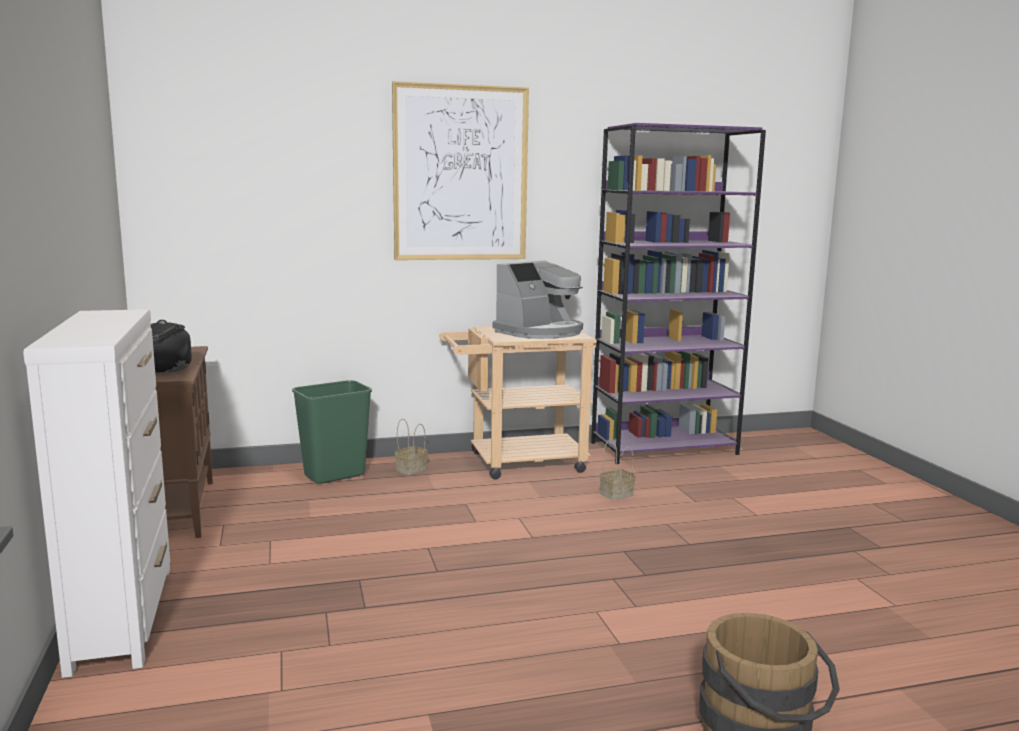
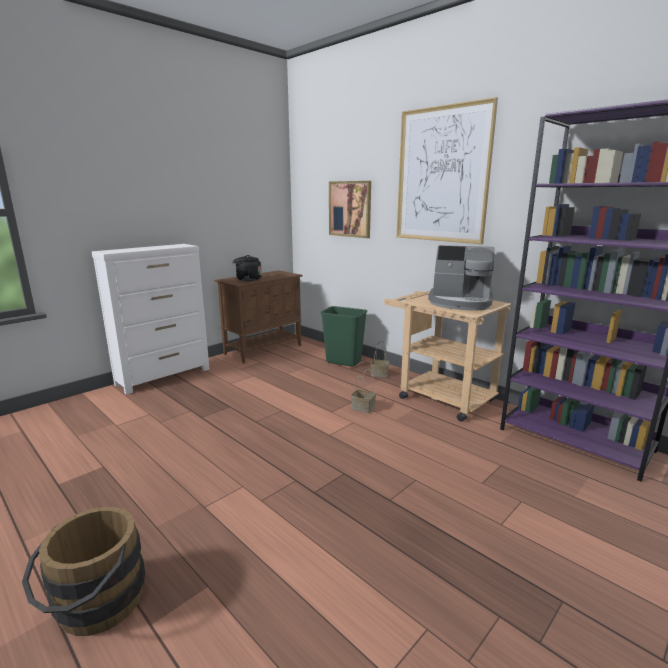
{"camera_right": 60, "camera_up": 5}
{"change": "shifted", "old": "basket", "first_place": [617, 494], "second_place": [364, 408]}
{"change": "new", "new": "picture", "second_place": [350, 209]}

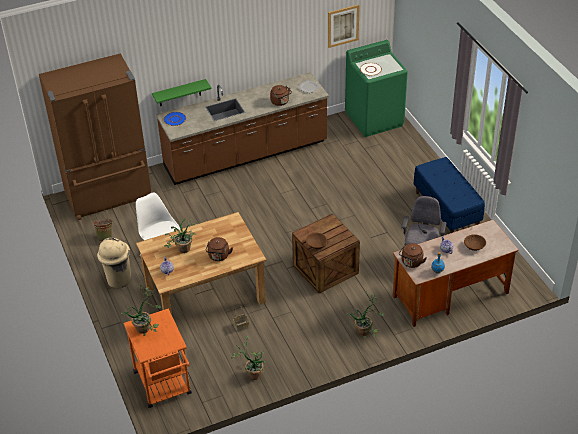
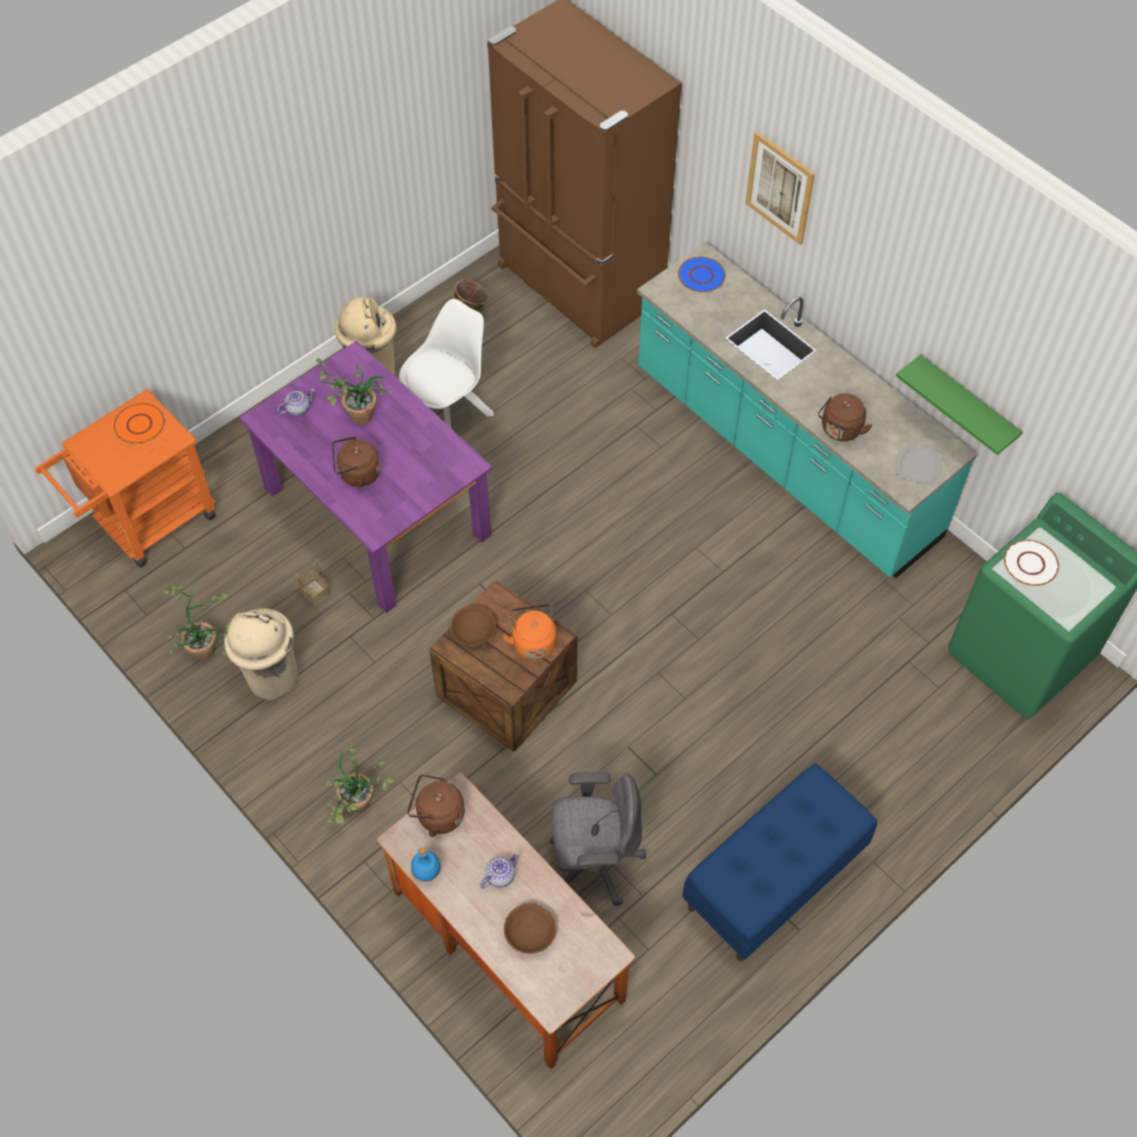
{"camera_right": 70, "camera_up": 15}
{"change": "shifted", "old": "picture", "first_place": [343, 26], "second_place": [780, 188]}
{"change": "repainted", "old": "brown counter", "new": "turquoise counter", "first_place": [246, 155], "second_place": [784, 455]}
{"change": "shifted", "old": "green shelf", "first_place": [179, 93], "second_place": [966, 405]}
{"change": "repainted", "old": "brown dining table", "new": "purple dining table", "first_place": [204, 295], "second_place": [375, 511]}
{"change": "swapped", "old": "potted plant", "new": "orange plate", "first_place": [146, 328], "second_place": [139, 425]}
{"change": "new", "new": "orange kettle", "second_place": [533, 641]}
{"change": "new", "new": "beige trash can", "second_place": [272, 678]}

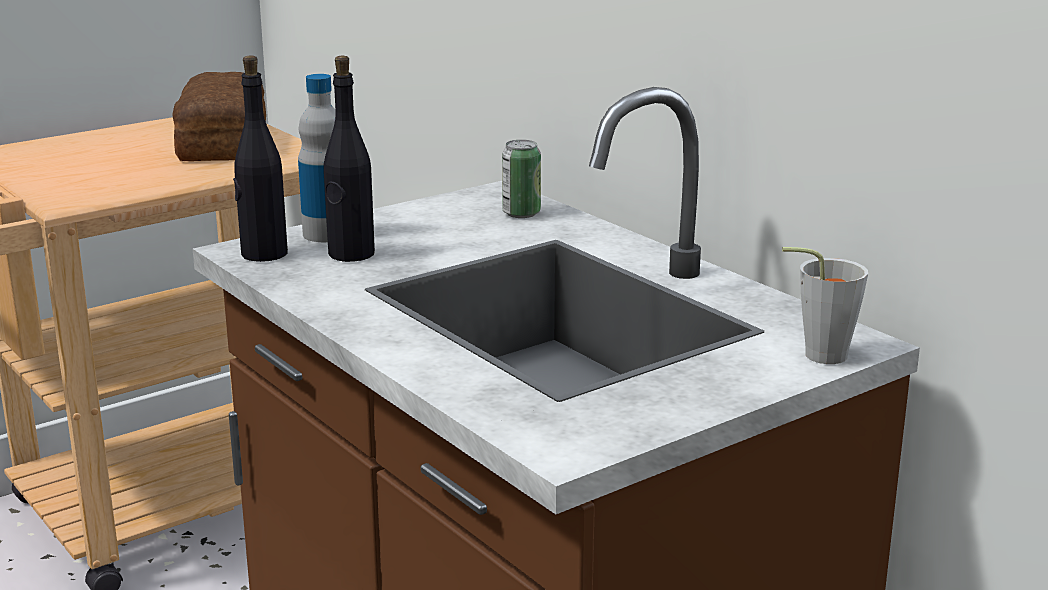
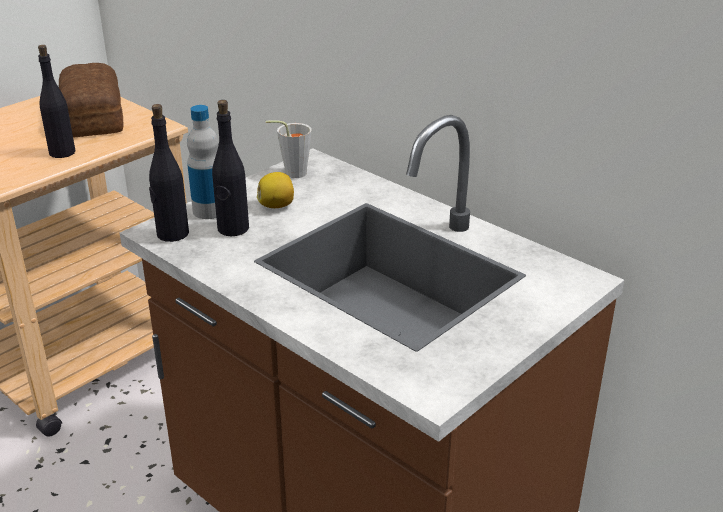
{"camera_right": -10, "camera_up": 10}
{"change": "gone", "old": "can", "first_place": [521, 213]}
{"change": "shifted", "old": "grey cup", "first_place": [815, 355], "second_place": [290, 173]}
{"change": "new", "new": "black bottle", "second_place": [62, 152]}
{"change": "new", "new": "lemon", "second_place": [277, 205]}

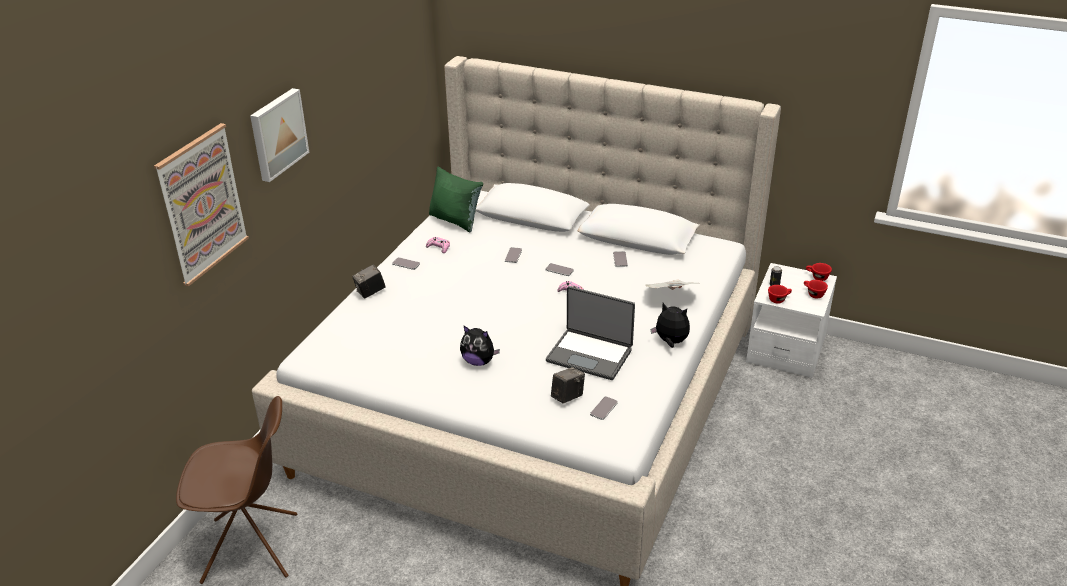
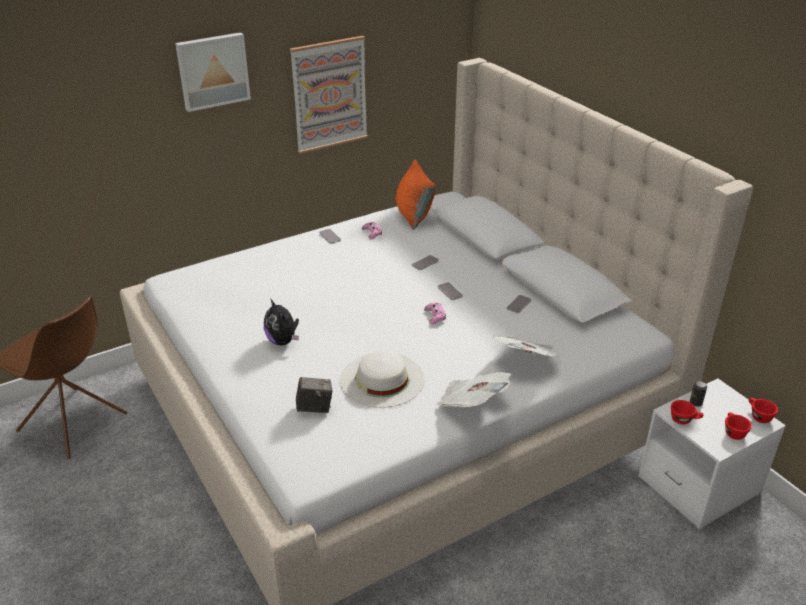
{"camera_right": 35, "camera_up": 0}
{"change": "shifted", "old": "picture", "first_place": [202, 204], "second_place": [329, 94]}
{"change": "repainted", "old": "green pillow", "new": "orange pillow", "first_place": [455, 220], "second_place": [413, 216]}
{"change": "gone", "old": "photo camera", "first_place": [370, 292]}
{"change": "swapped", "old": "laptop", "new": "white hat", "first_place": [590, 354], "second_place": [382, 379]}
{"change": "swapped", "old": "plush toy", "new": "newspaper", "first_place": [670, 342], "second_place": [472, 403]}
{"change": "gone", "old": "phone", "first_place": [604, 408]}

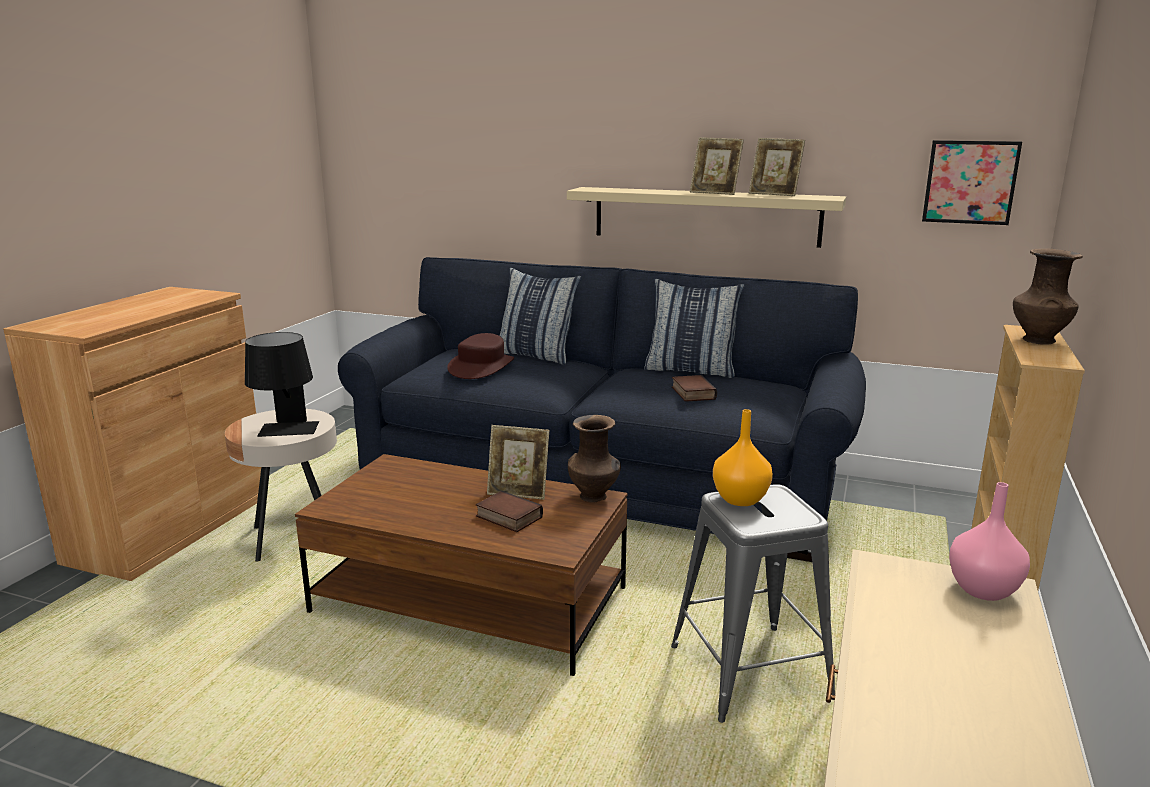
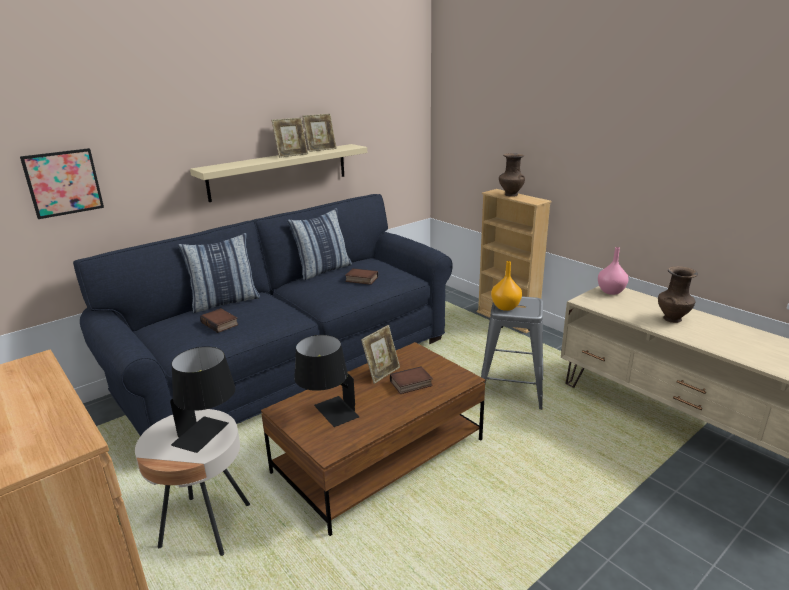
{"camera_right": -60, "camera_up": 5}
{"change": "shifted", "old": "picture", "first_place": [970, 182], "second_place": [63, 183]}
{"change": "swapped", "old": "brown hat", "new": "book", "first_place": [481, 367], "second_place": [221, 323]}
{"change": "shifted", "old": "brown vase", "first_place": [594, 497], "second_place": [672, 318]}
{"change": "new", "new": "black table lamp", "second_place": [327, 414]}

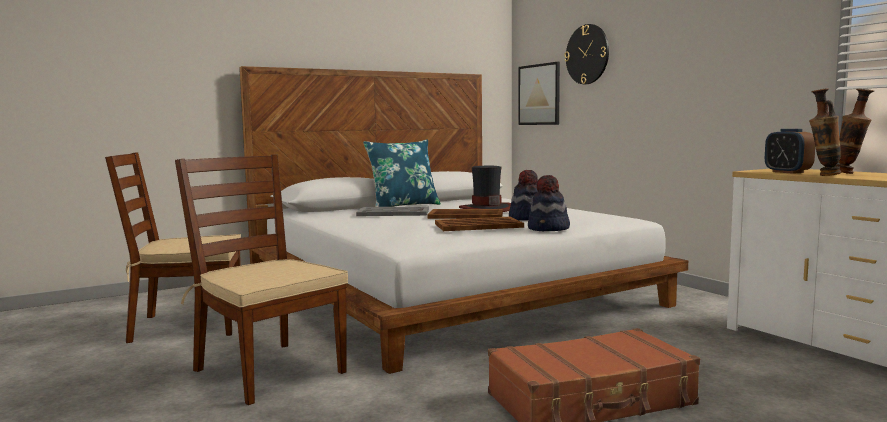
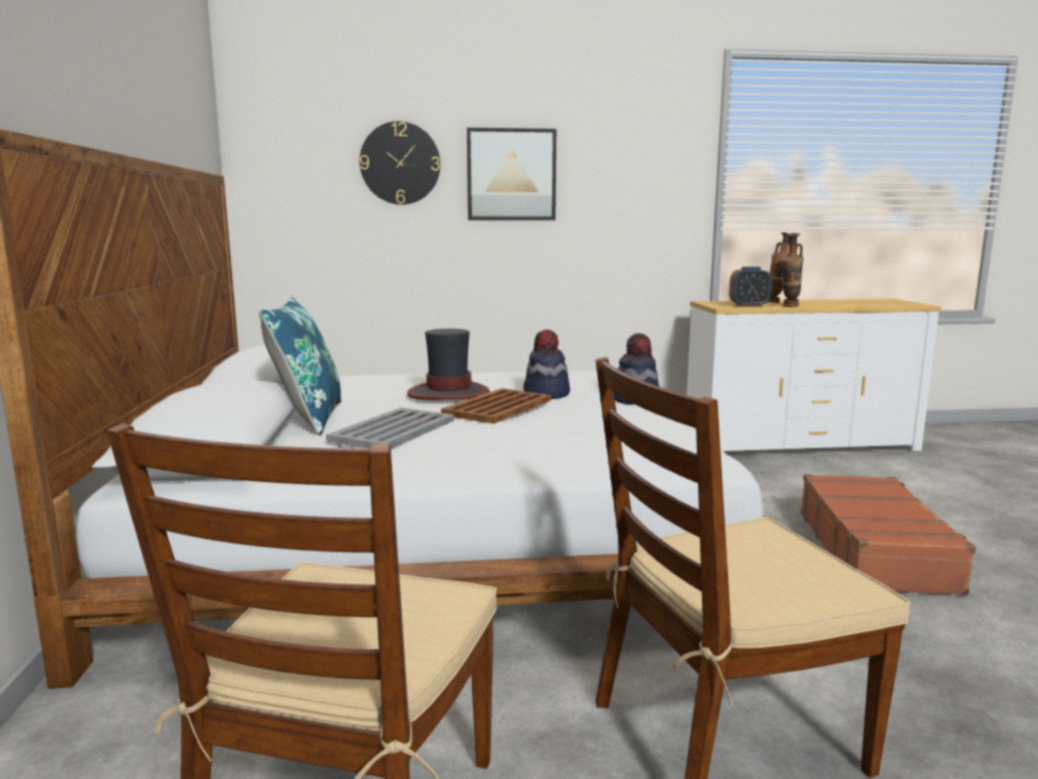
{"camera_right": -65, "camera_up": 5}
{"change": "shifted", "old": "picture", "first_place": [539, 94], "second_place": [511, 175]}
{"change": "gone", "old": "brown tray", "first_place": [479, 225]}

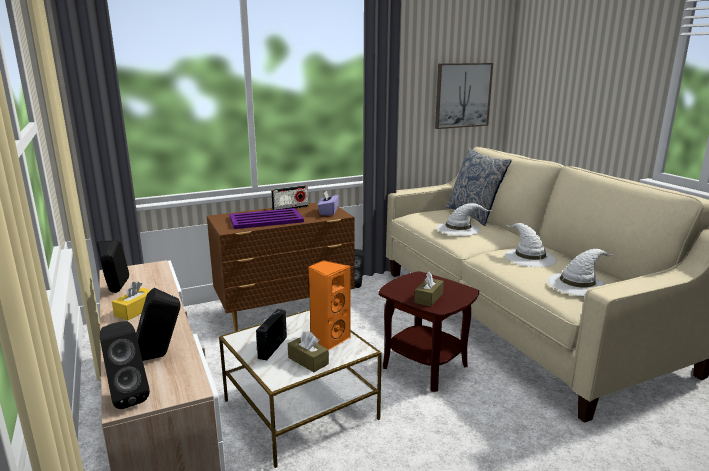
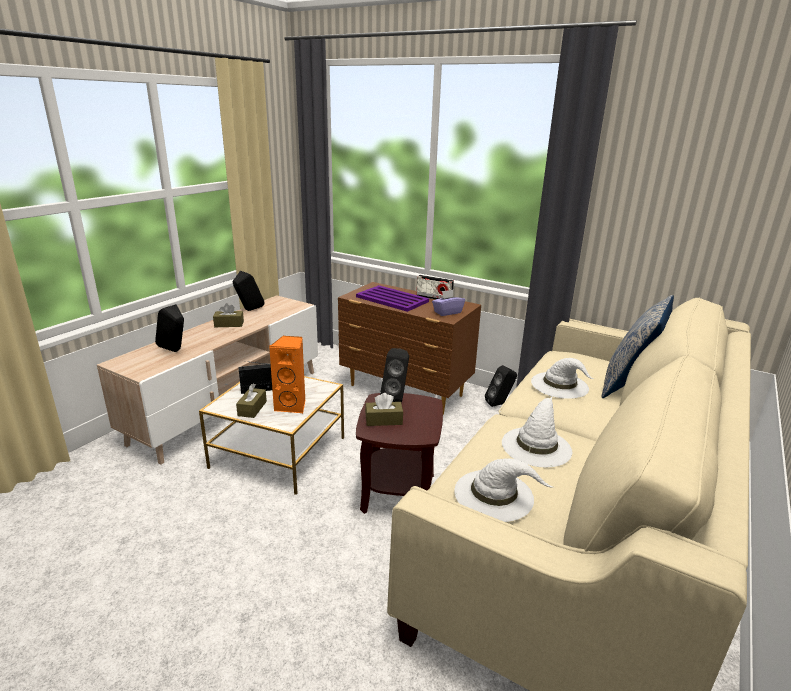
{"camera_right": 55, "camera_up": 5}
{"change": "gone", "old": "picture", "first_place": [462, 95]}
{"change": "repainted", "old": "yellow tissue box", "new": "brown tissue box", "first_place": [136, 310], "second_place": [229, 324]}
{"change": "shifted", "old": "black speaker", "first_place": [127, 397], "second_place": [397, 399]}

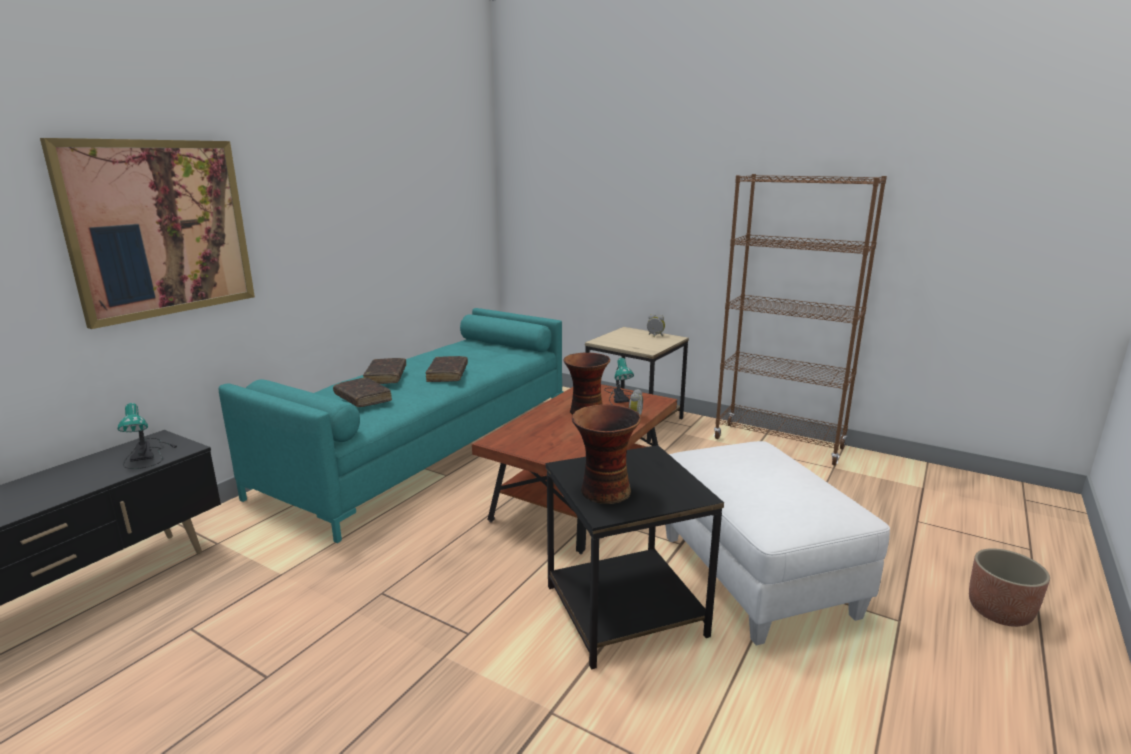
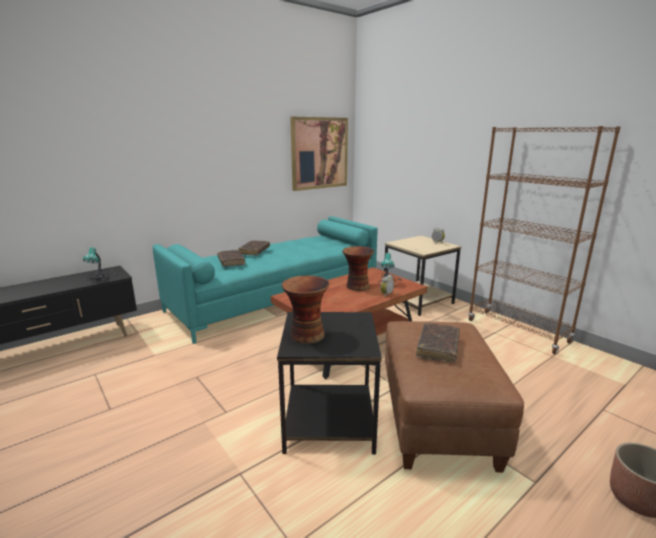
{"camera_right": 20, "camera_up": 0}
{"change": "shifted", "old": "picture", "first_place": [160, 228], "second_place": [319, 153]}
{"change": "shifted", "old": "brown book", "first_place": [447, 374], "second_place": [438, 348]}
{"change": "repainted", "old": "white ottoman", "new": "brown ottoman", "first_place": [757, 576], "second_place": [438, 421]}

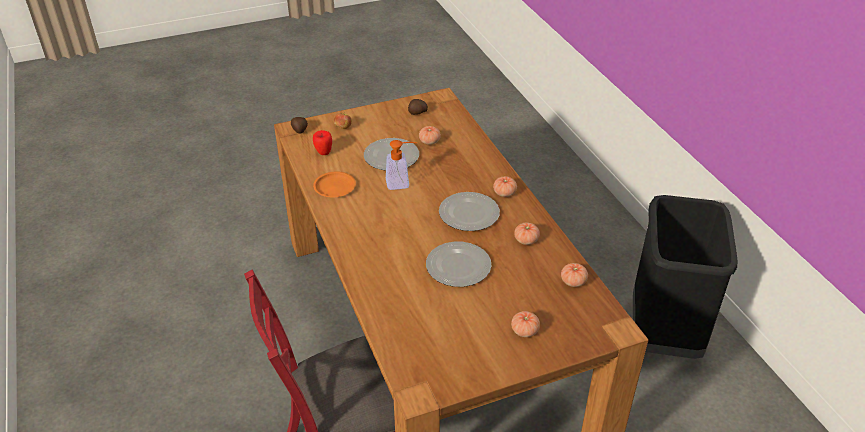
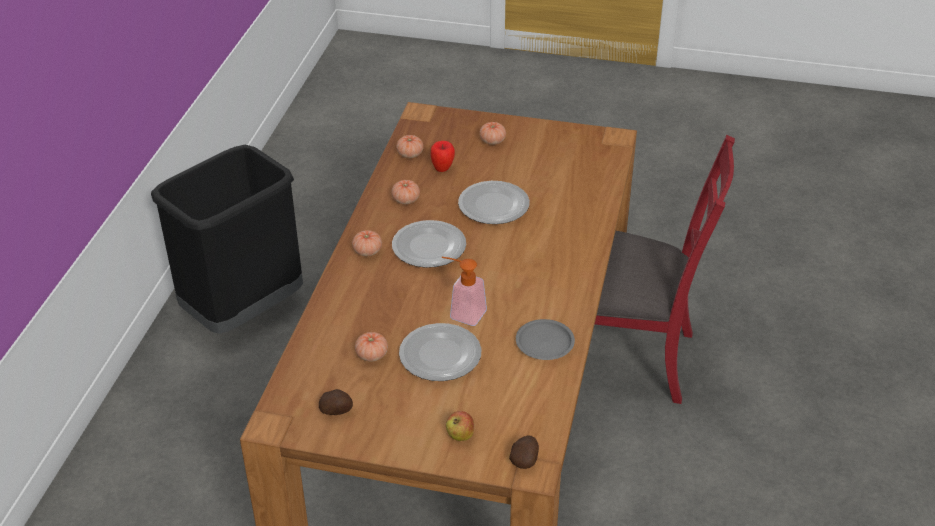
{"camera_right": -145, "camera_up": 0}
{"change": "shifted", "old": "apple", "first_place": [323, 153], "second_place": [443, 169]}
{"change": "repainted", "old": "orange plate", "new": "grey plate", "first_place": [335, 187], "second_place": [544, 343]}

